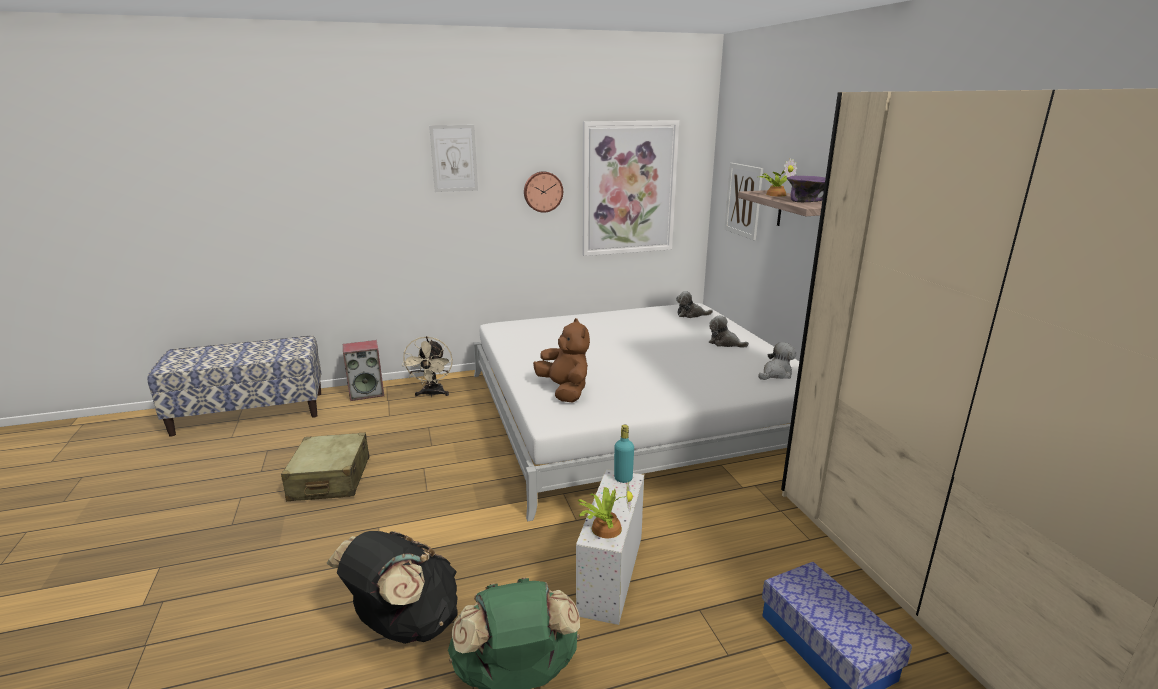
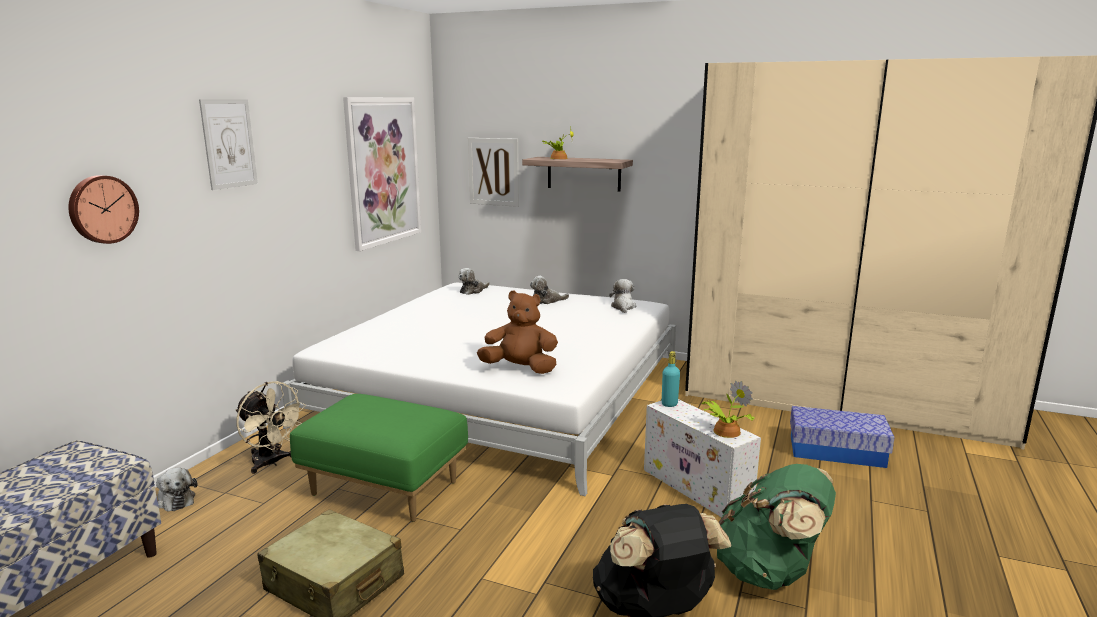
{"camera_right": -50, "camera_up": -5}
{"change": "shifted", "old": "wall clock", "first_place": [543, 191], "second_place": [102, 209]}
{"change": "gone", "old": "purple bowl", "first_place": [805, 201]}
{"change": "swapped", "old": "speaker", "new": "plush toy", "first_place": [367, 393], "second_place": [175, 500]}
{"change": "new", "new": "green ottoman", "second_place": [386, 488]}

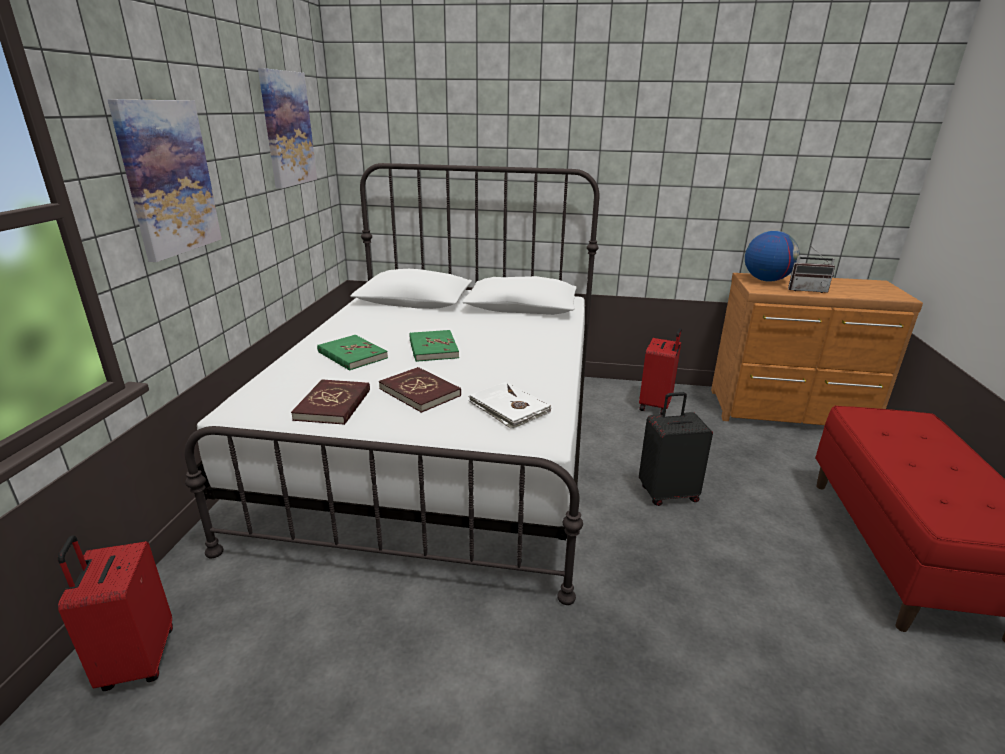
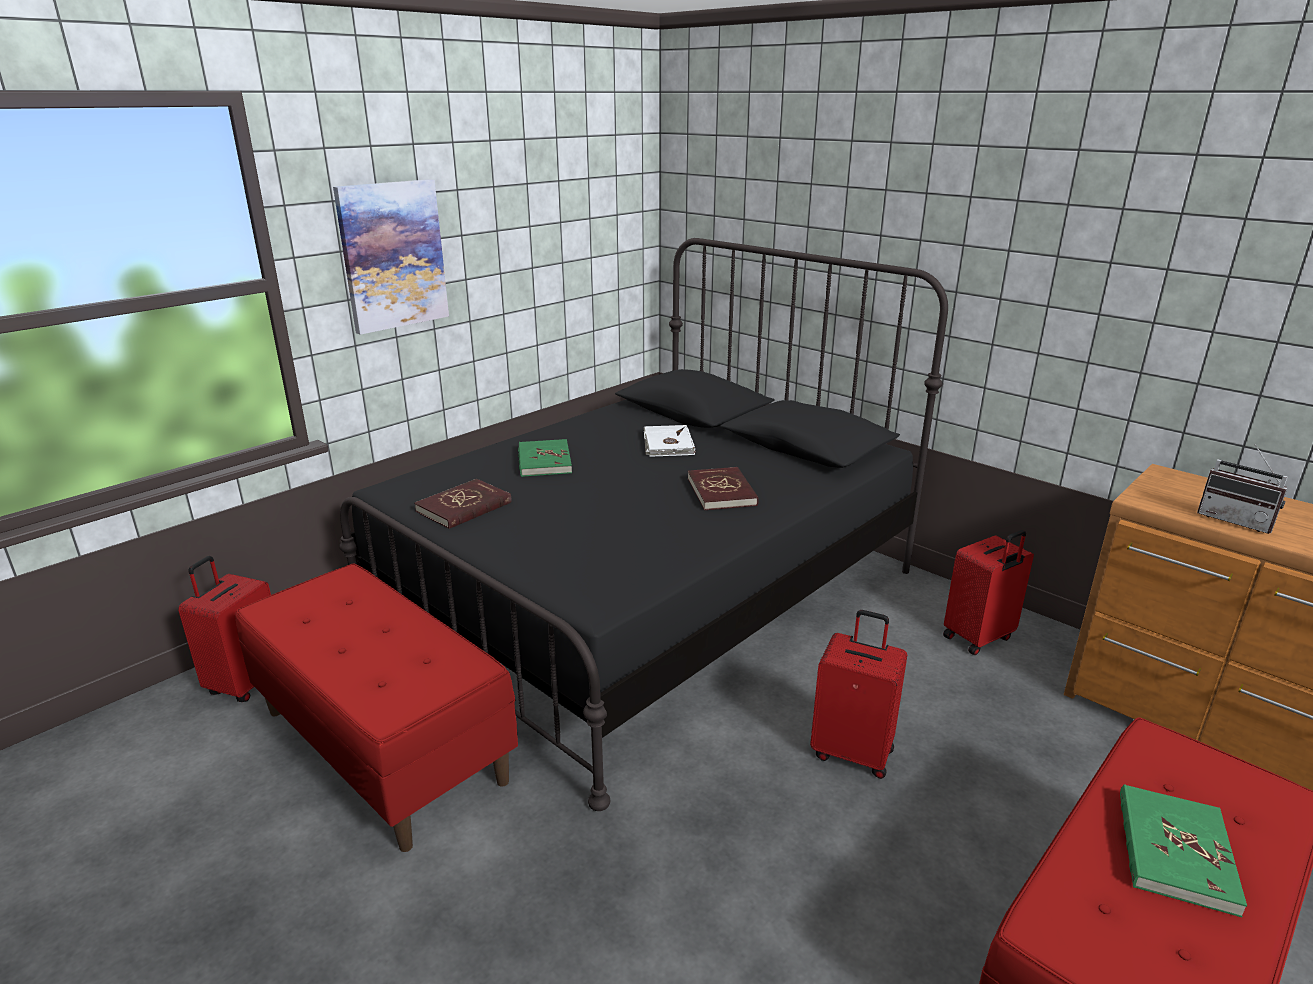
{"camera_right": 35, "camera_up": 0}
{"change": "gone", "old": "picture", "first_place": [287, 129]}
{"change": "repainted", "old": "white bed", "new": "black bed", "first_place": [443, 446], "second_place": [648, 596]}
{"change": "gone", "old": "globe", "first_place": [766, 280]}
{"change": "shifted", "old": "green book", "first_place": [433, 348], "second_place": [1174, 851]}
{"change": "shifted", "old": "red book", "first_place": [420, 392], "second_place": [722, 492]}
{"change": "shifted", "old": "white book", "first_place": [508, 408], "second_place": [667, 444]}
{"change": "repainted", "old": "black suitcase", "new": "red suitcase", "first_place": [667, 493], "second_place": [853, 752]}
{"change": "new", "new": "red bench", "second_place": [384, 745]}

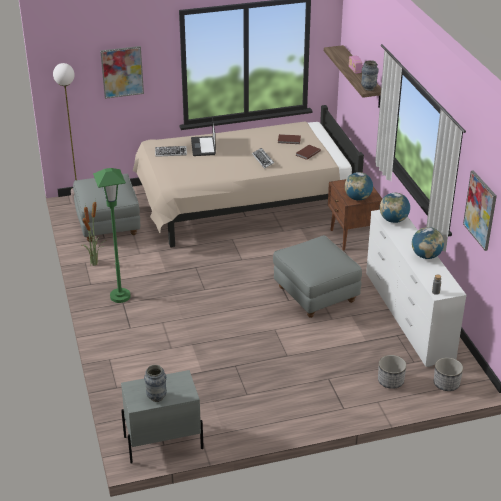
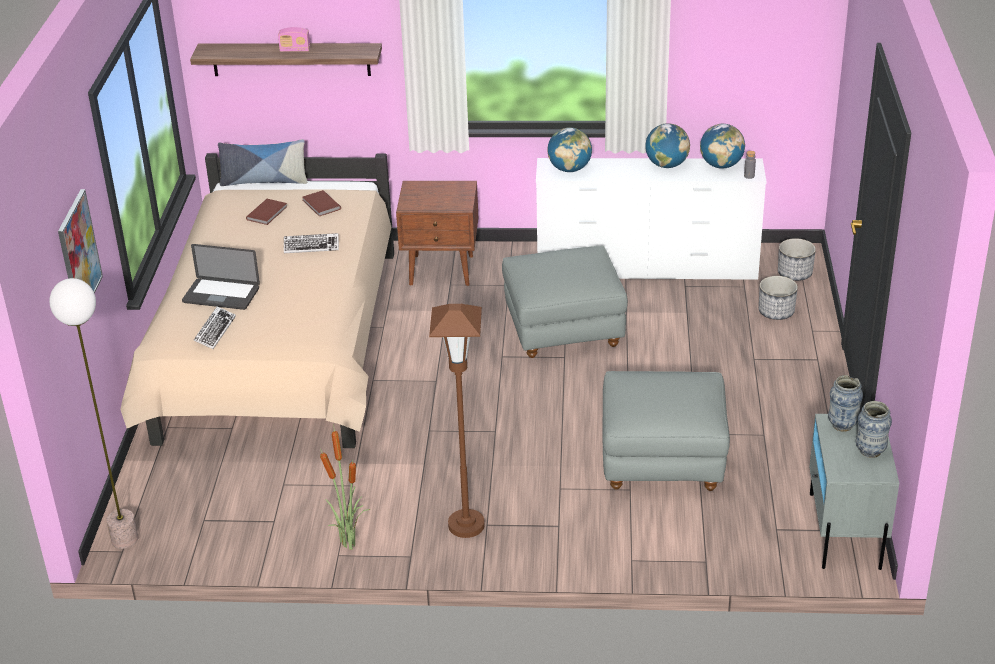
{"camera_right": -70, "camera_up": 0}
{"change": "shifted", "old": "vase", "first_place": [368, 88], "second_place": [842, 425]}
{"change": "repainted", "old": "green floor lamp", "new": "brown floor lamp", "first_place": [120, 296], "second_place": [466, 525]}
{"change": "gone", "old": "picture", "first_place": [480, 210]}
{"change": "shifted", "old": "globe", "first_place": [358, 198], "second_place": [721, 165]}
{"change": "shifted", "old": "grey ottoman", "first_place": [108, 225], "second_place": [662, 461]}
{"change": "new", "new": "pillow", "second_place": [264, 181]}

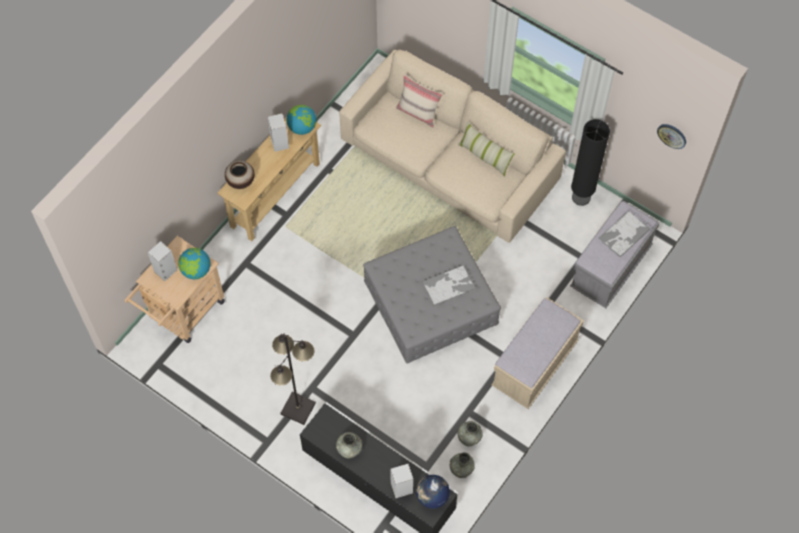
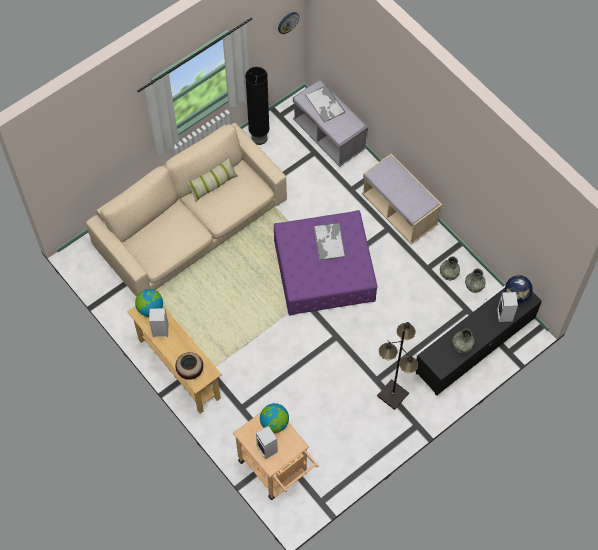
{"camera_right": -75, "camera_up": 0}
{"change": "gone", "old": "beige pillow", "first_place": [418, 113]}
{"change": "repainted", "old": "grey ottoman", "new": "purple ottoman", "first_place": [431, 303], "second_place": [323, 271]}

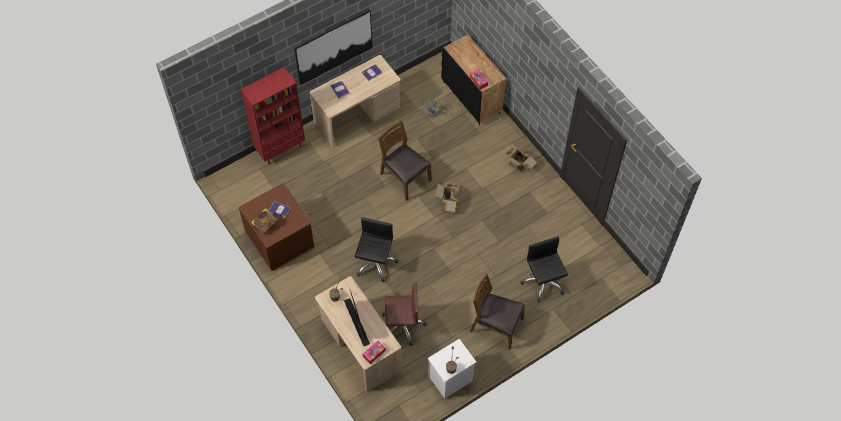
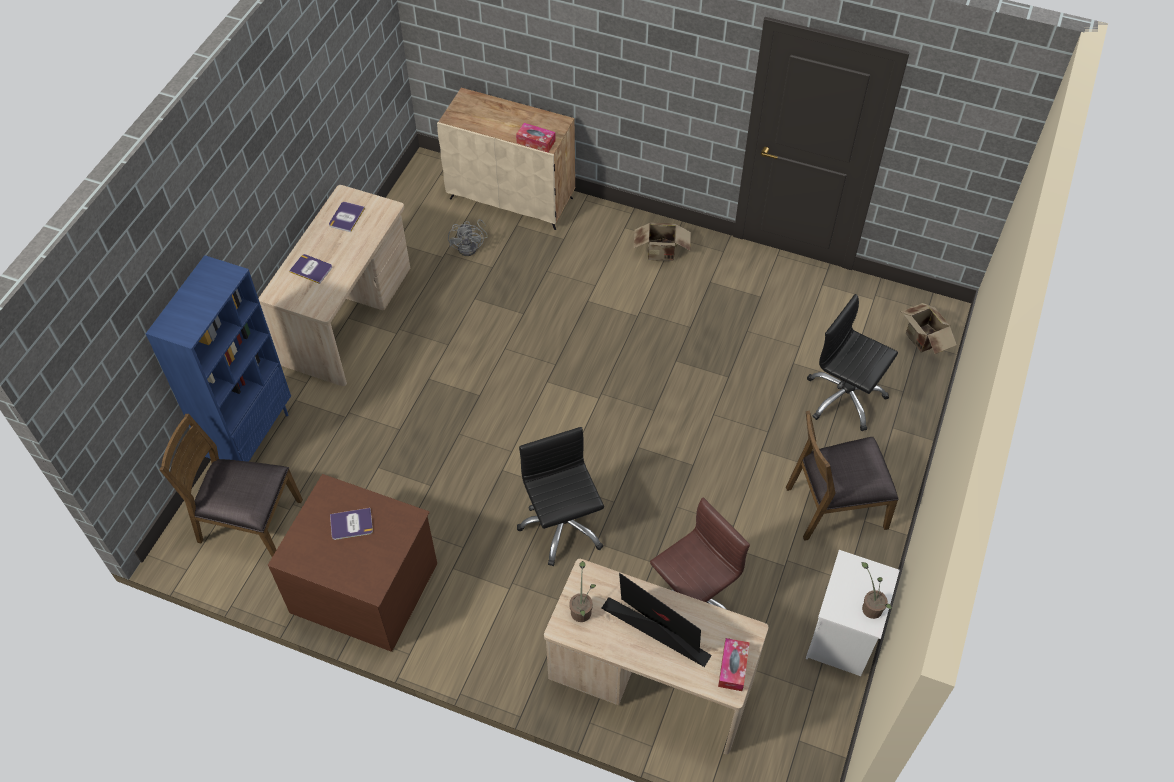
{"camera_right": -35, "camera_up": -5}
{"change": "gone", "old": "picture", "first_place": [334, 47]}
{"change": "repainted", "old": "black cabinet", "new": "beige cabinet", "first_place": [472, 98], "second_place": [512, 198]}
{"change": "repainted", "old": "red bookcase", "new": "blue bookcase", "first_place": [280, 149], "second_place": [252, 437]}
{"change": "shifted", "old": "brown chair", "first_place": [404, 177], "second_place": [249, 522]}
{"change": "shifted", "old": "cardboard box", "first_place": [448, 202], "second_place": [922, 341]}
{"change": "gone", "old": "book", "first_place": [266, 225]}

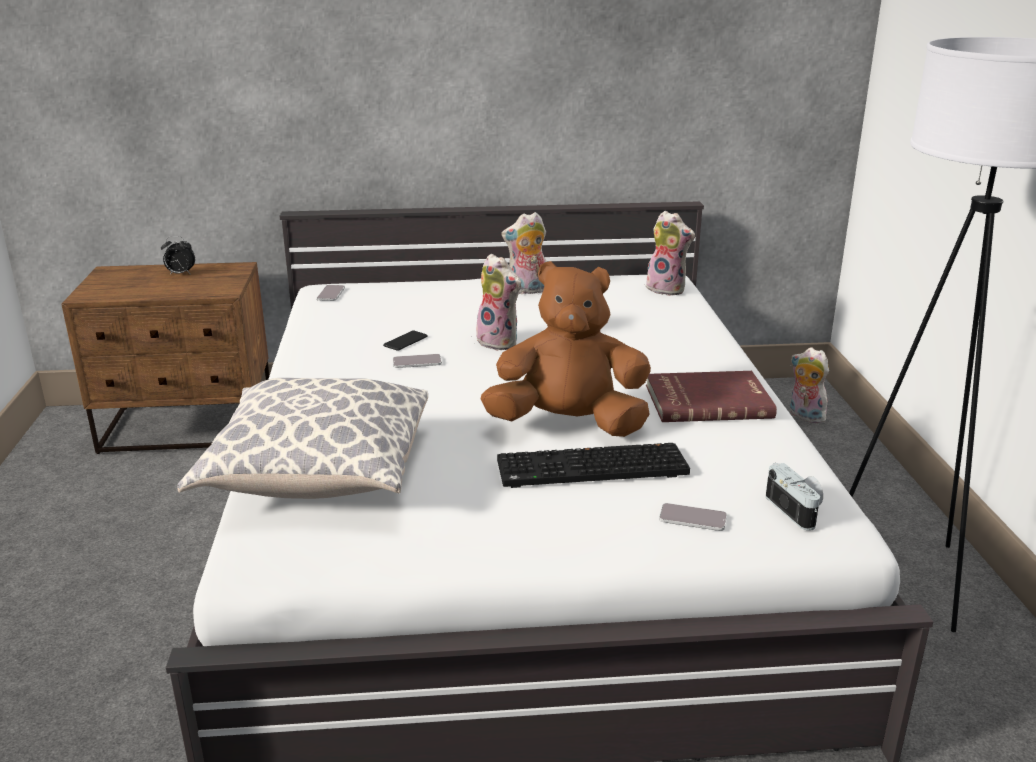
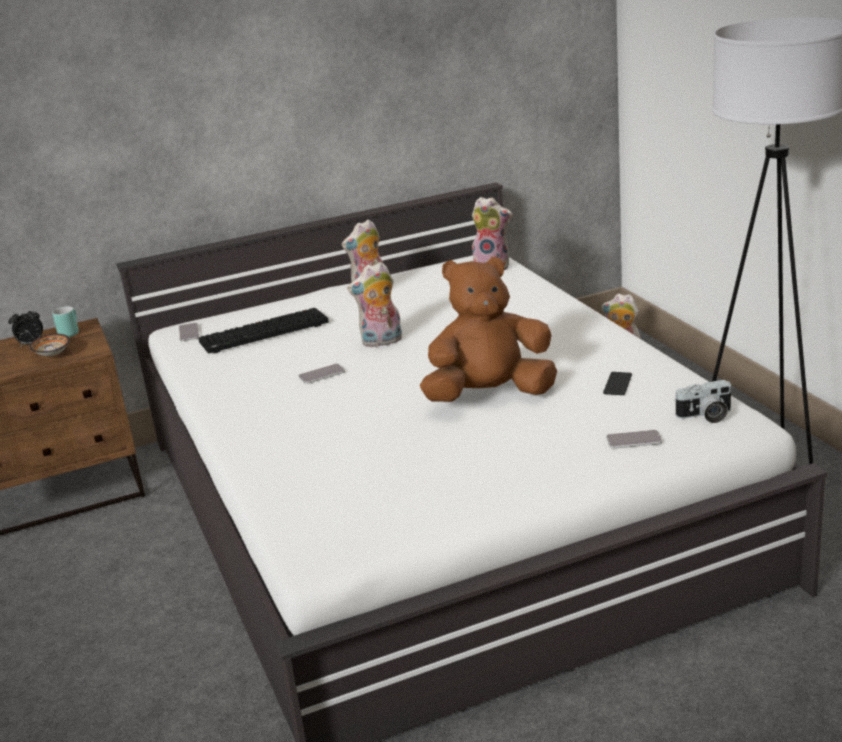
{"camera_right": -15, "camera_up": 0}
{"change": "rotated", "old": "plush toy", "first_place": [500, 342], "second_place": [381, 342], "degrees": 135}
{"change": "shifted", "old": "phone", "first_place": [405, 341], "second_place": [617, 384]}
{"change": "gone", "old": "red book", "first_place": [707, 400]}
{"change": "gone", "old": "pillow", "first_place": [317, 474]}
{"change": "shifted", "old": "keyboard", "first_place": [590, 470], "second_place": [263, 334]}
{"change": "rotated", "old": "photo camera", "first_place": [798, 510], "second_place": [705, 416], "degrees": 120}
{"change": "new", "new": "turquoise mug", "second_place": [69, 332]}
{"change": "new", "new": "bowl", "second_place": [53, 354]}

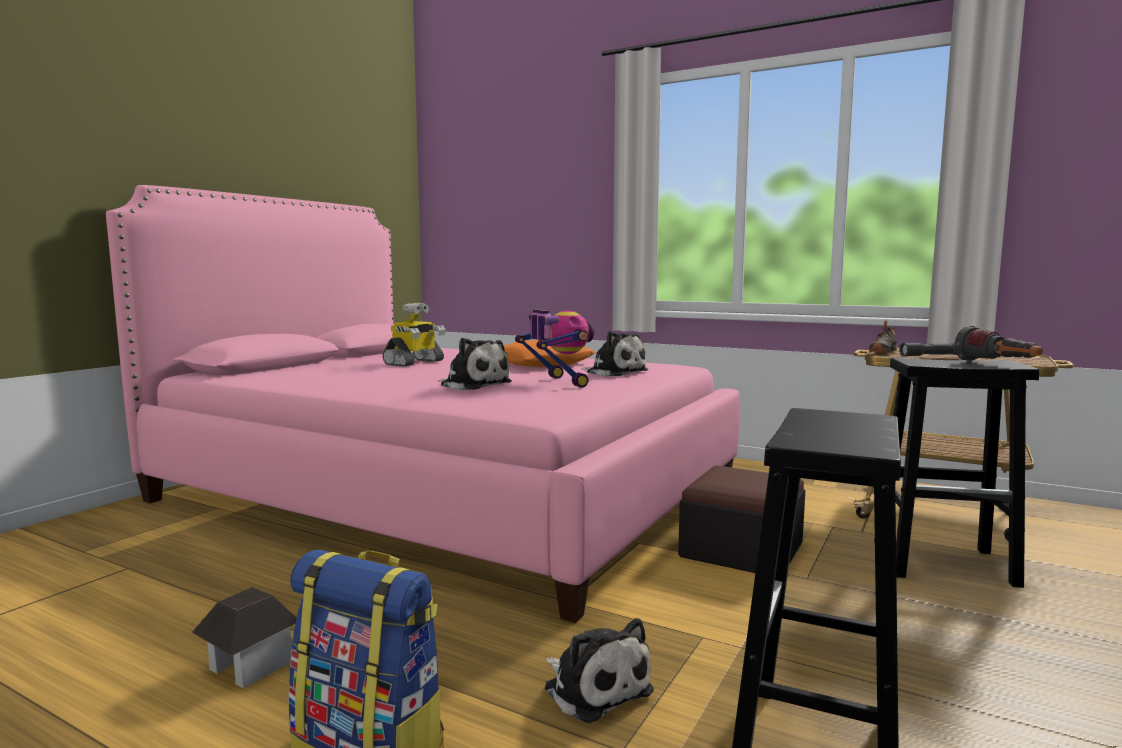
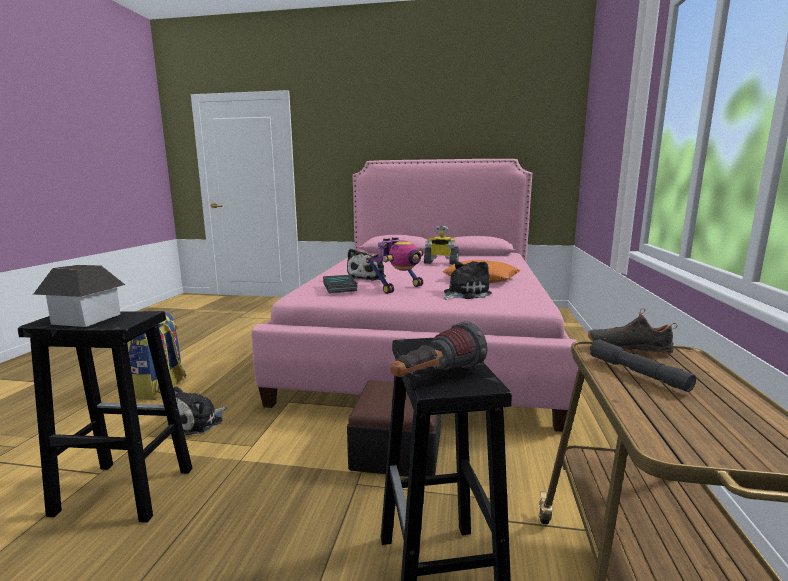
{"camera_right": 70, "camera_up": 5}
{"change": "rotated", "old": "plush toy", "first_place": [614, 372], "second_place": [464, 294], "degrees": -150}
{"change": "shifted", "old": "toy house", "first_place": [250, 666], "second_place": [86, 319]}
{"change": "new", "new": "book", "second_place": [340, 287]}

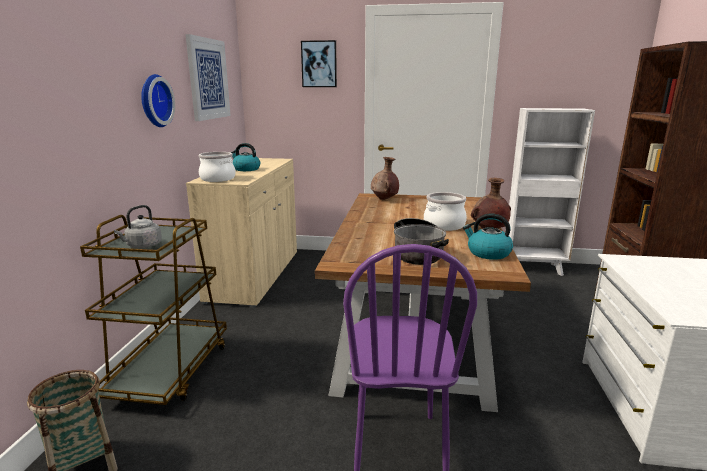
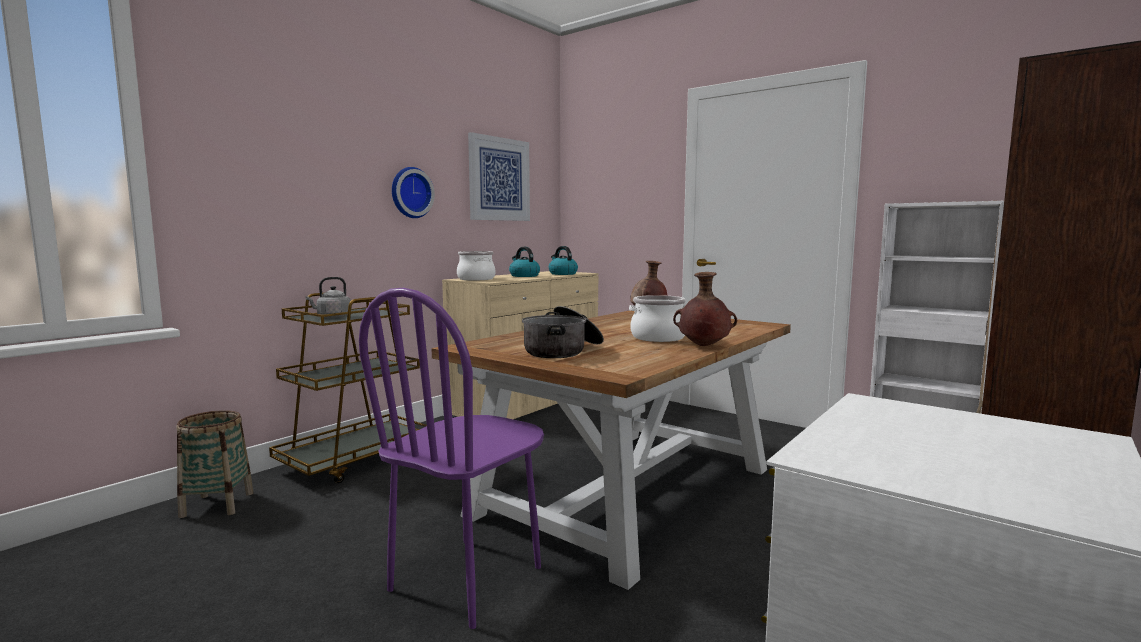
{"camera_right": 30, "camera_up": -10}
{"change": "gone", "old": "picture", "first_place": [319, 64]}
{"change": "shifted", "old": "kettle", "first_place": [488, 253], "second_place": [562, 274]}

